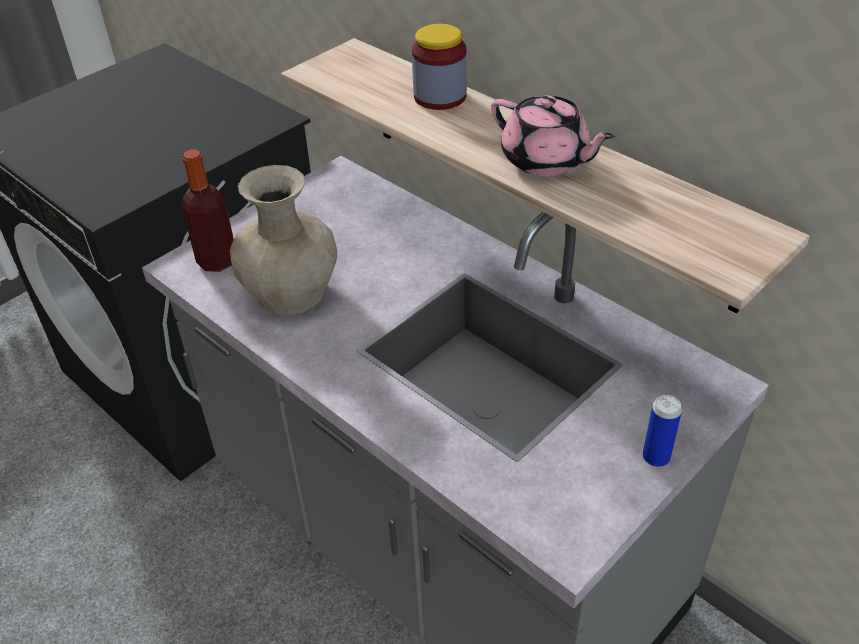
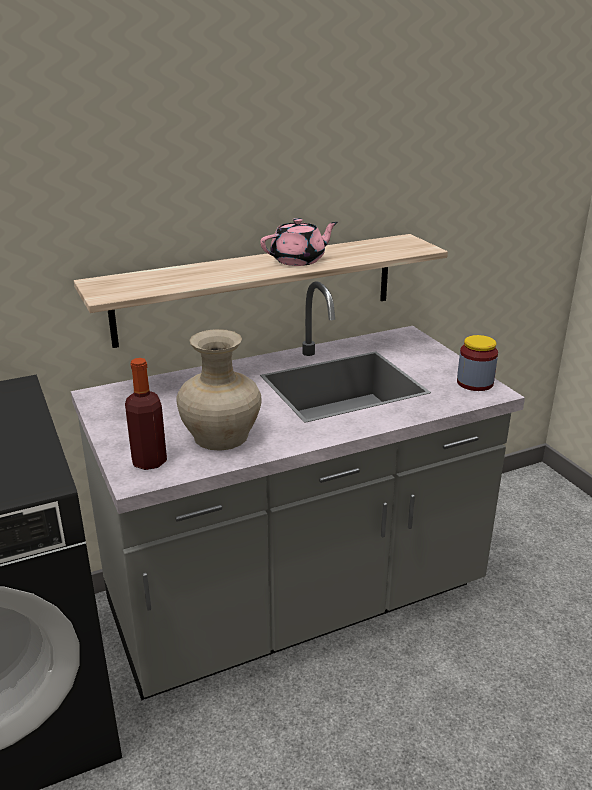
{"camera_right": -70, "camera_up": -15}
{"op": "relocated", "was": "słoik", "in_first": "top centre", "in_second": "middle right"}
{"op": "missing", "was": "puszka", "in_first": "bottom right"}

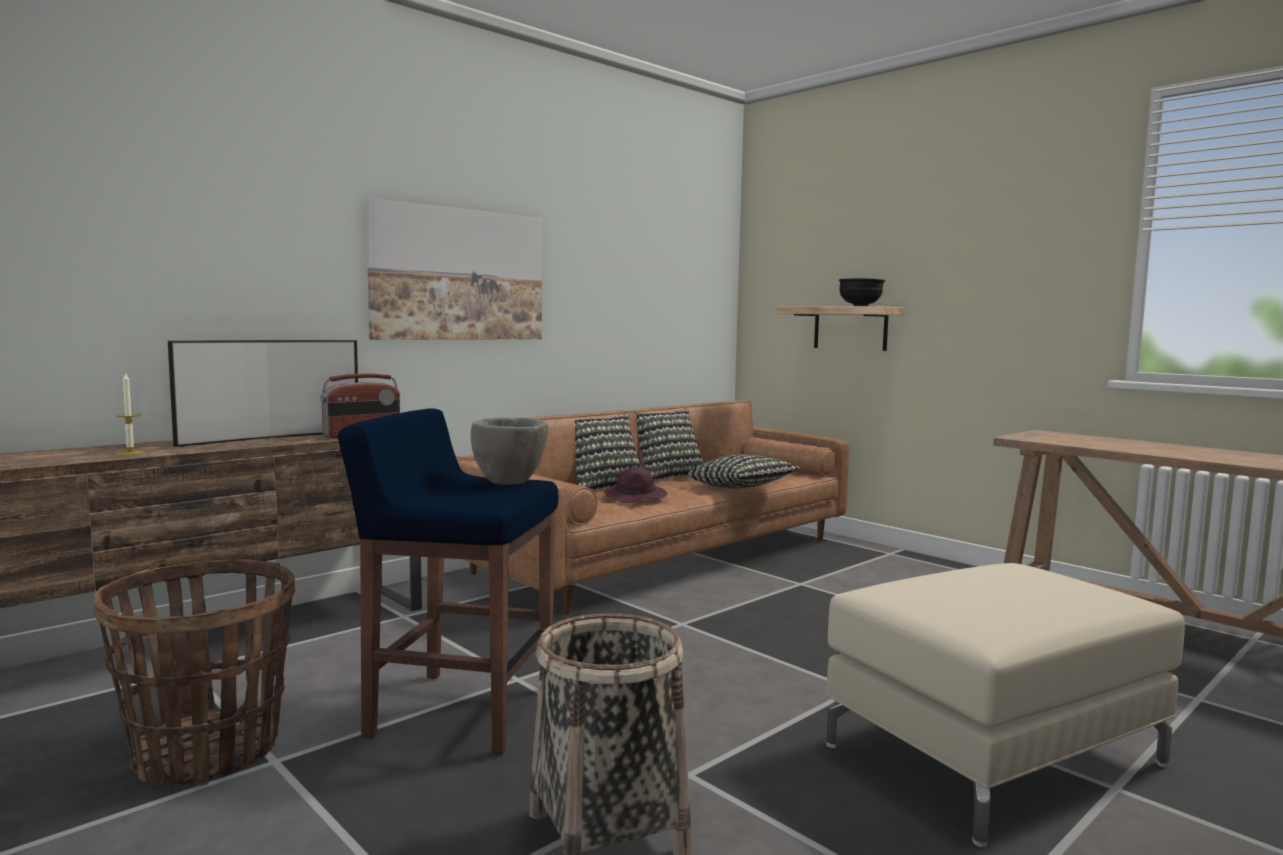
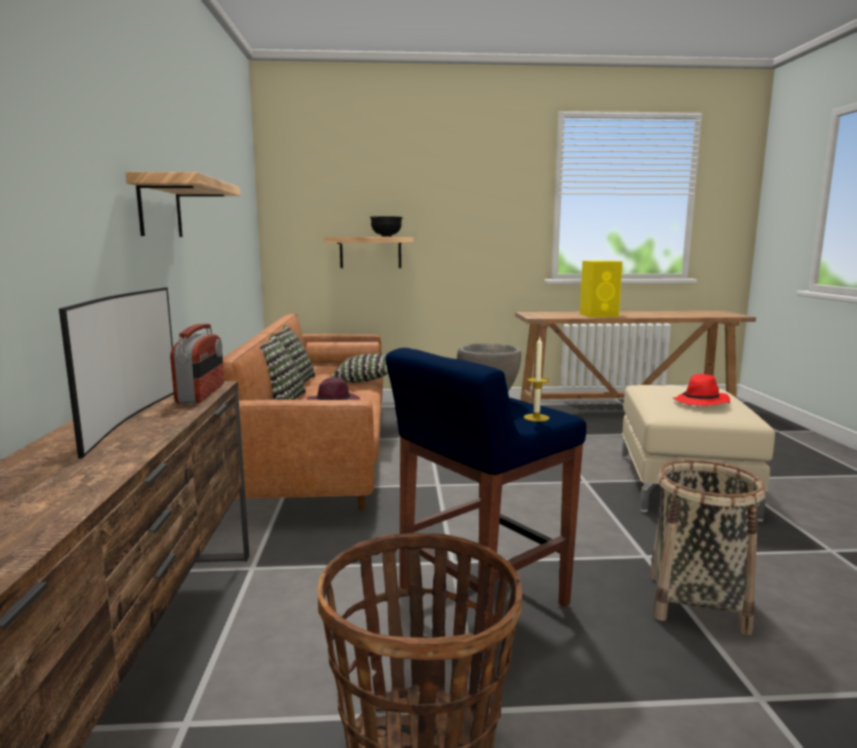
{"camera_right": -50, "camera_up": 5}
{"op": "exchanged", "was": "obraz", "now": "półka (no. 1 from left)", "in_first": "top centre", "in_second": "top left"}
{"op": "relocated", "was": "świeca", "in_first": "middle left", "in_second": "centre"}
{"op": "appeared", "now": "głośnik (żółty)", "in_second": "middle right"}
{"op": "appeared", "now": "kapelusz (czerwony)", "in_second": "middle right"}

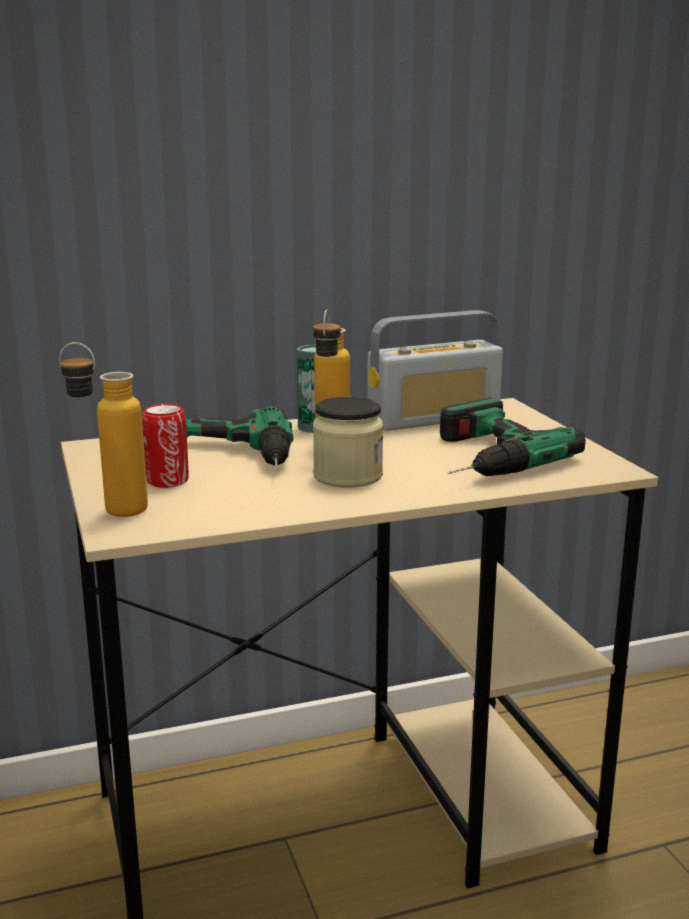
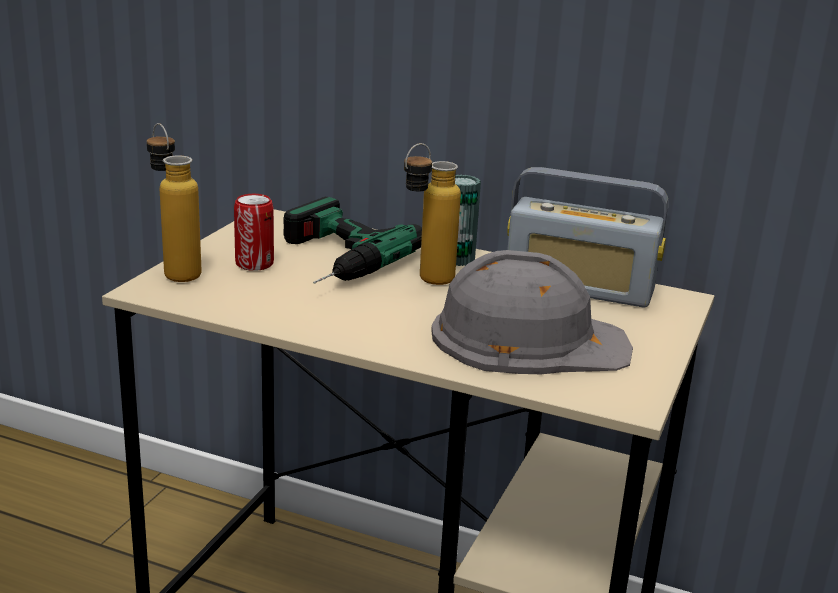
{"camera_right": 40, "camera_up": 5}
{"op": "missing", "was": "słoik", "in_first": "centre"}
{"op": "exchanged", "was": "wiertarka (no. 2 from left)", "now": "kask (szary)", "in_first": "middle right", "in_second": "centre"}

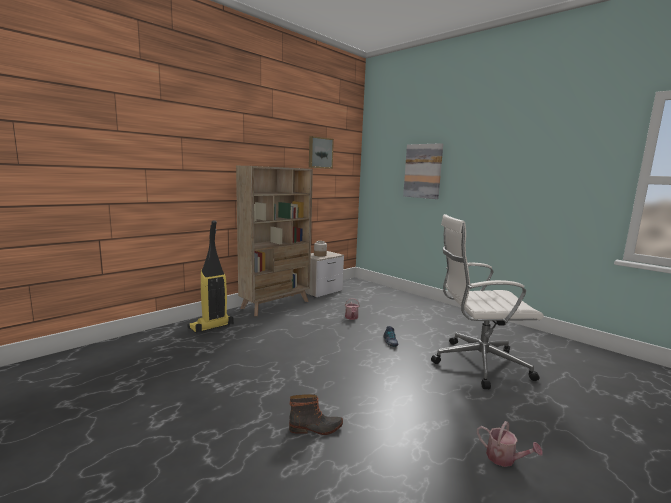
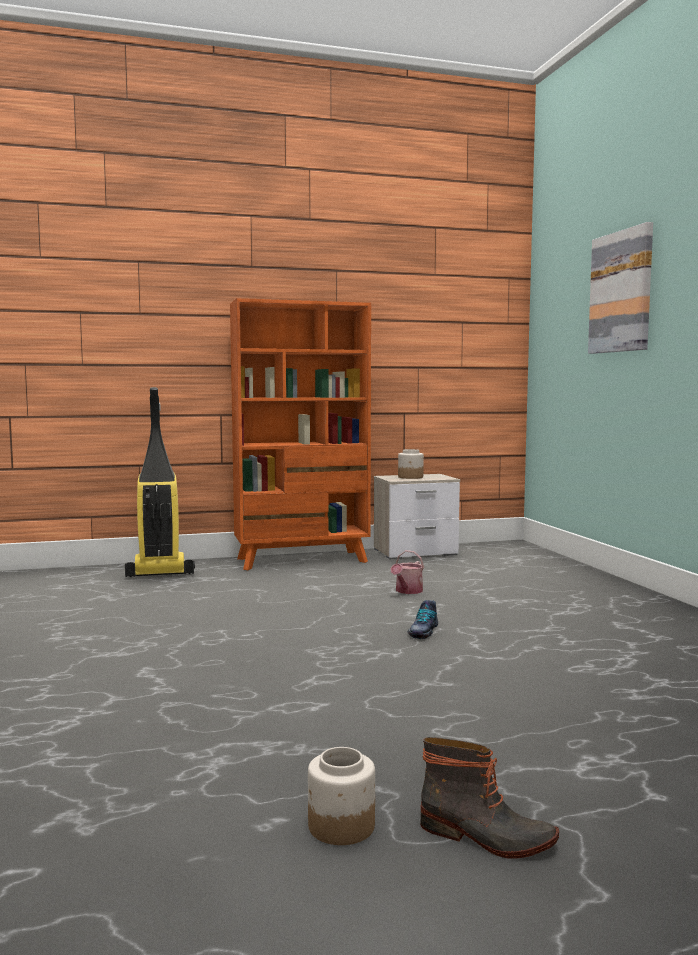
{"camera_right": 30, "camera_up": -5}
{"op": "missing", "was": "obraz (no. 1 from left)", "in_first": "top centre"}
{"op": "colour", "was": "regał (beżowy)", "now": "regał (pomarańczowy)", "in_first": "centre", "in_second": "centre"}
{"op": "missing", "was": "krzesło biurowe (biały)", "in_first": "middle right"}
{"op": "relocated", "was": "but z cholewką", "in_first": "bottom centre", "in_second": "bottom right"}
{"op": "exchanged", "was": "konewka (no. 2 from left)", "now": "słoik (no. 1 from left)", "in_first": "bottom right", "in_second": "bottom centre"}

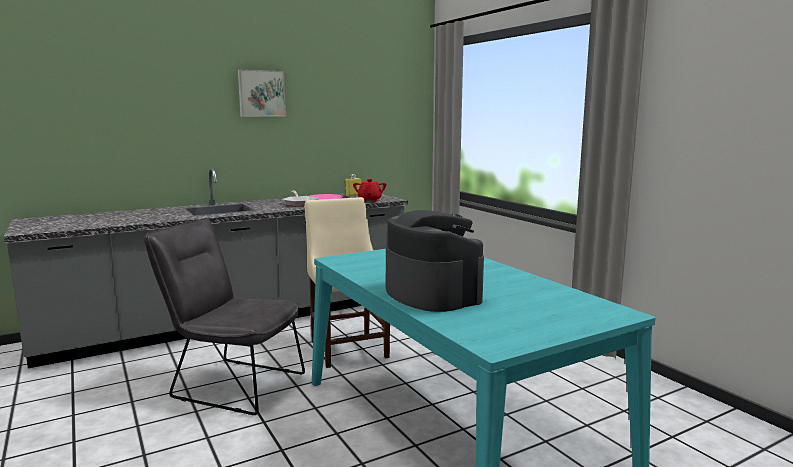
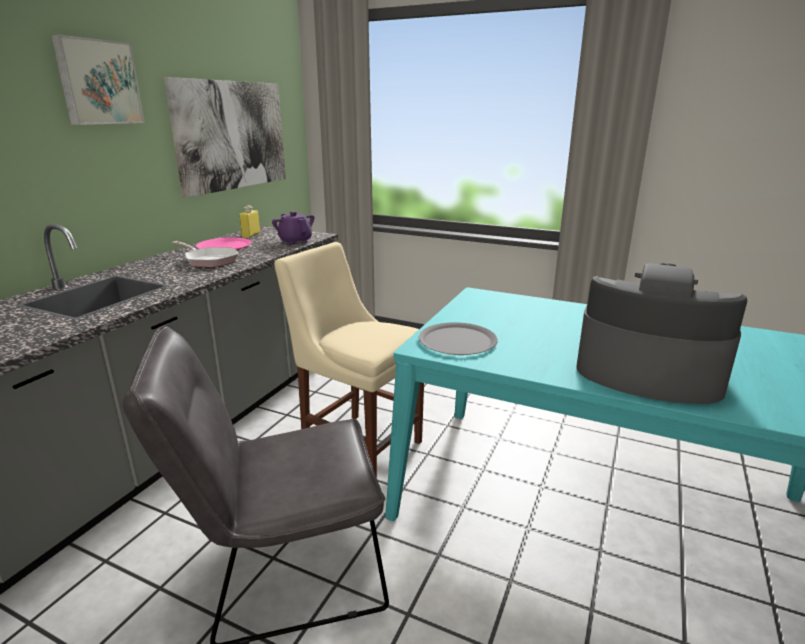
{"camera_right": -35, "camera_up": 10}
{"op": "colour", "was": "imbryk (czerwony)", "now": "imbryk (fioletowy)", "in_first": "centre", "in_second": "centre"}
{"op": "appeared", "now": "obraz (no. 2 from left)", "in_second": "top left"}
{"op": "appeared", "now": "talerz (szary)", "in_second": "centre"}

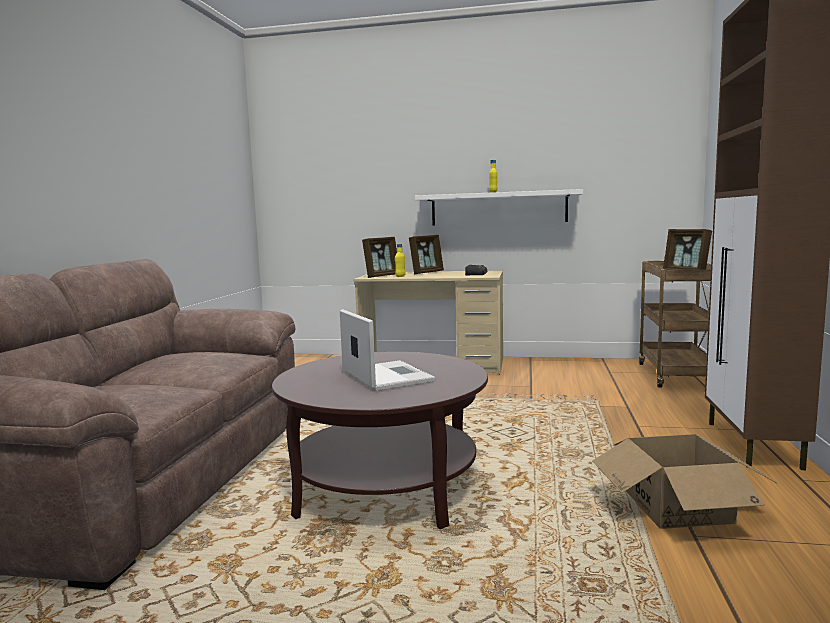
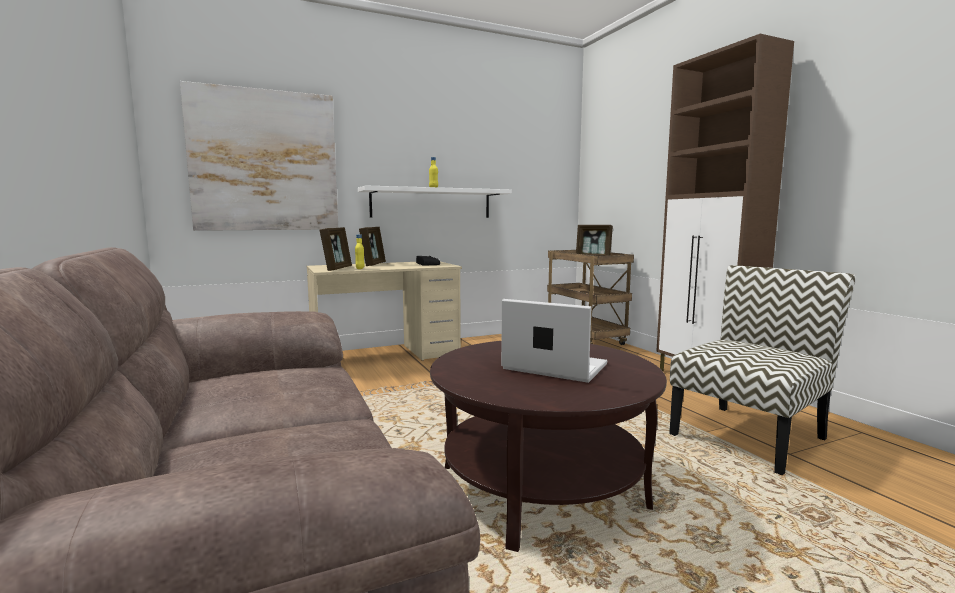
{"camera_right": -35, "camera_up": 0}
{"op": "exchanged", "was": "karton", "now": "krzesło", "in_first": "bottom right", "in_second": "middle right"}
{"op": "appeared", "now": "obraz", "in_second": "top left"}

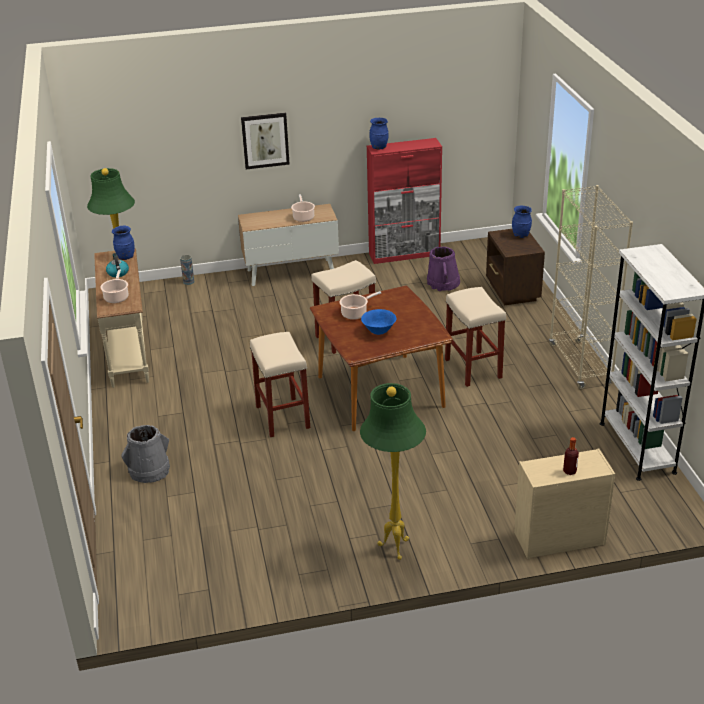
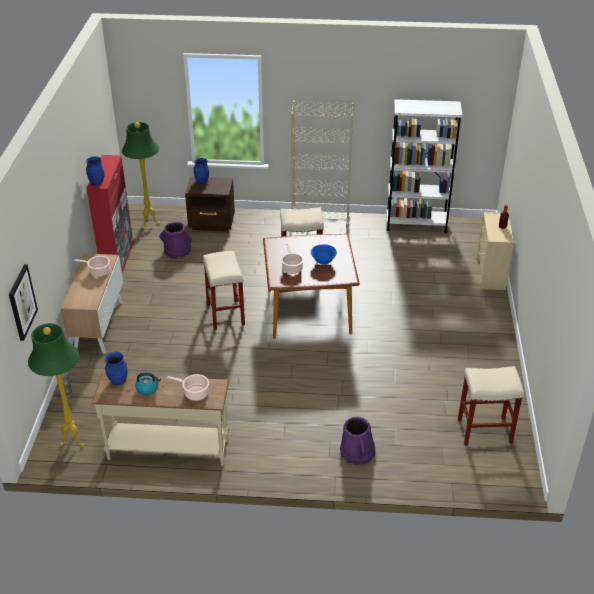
{"camera_right": -75, "camera_up": 5}
{"op": "relocated", "was": "obraz", "in_first": "top centre", "in_second": "middle left"}
{"op": "relocated", "was": "stołek (beżowy) (no. 1 from left in the first image)", "now": "stołek (beżowy) (no. 3 from left)", "in_first": "centre", "in_second": "bottom right"}
{"op": "relocated", "was": "lampa stojąca (zielony) (no. 2 from left)", "in_first": "bottom centre", "in_second": "top left"}
{"op": "colour", "was": "wiadro (szary)", "now": "wiadro (fioletowy) (no. 2 from left)", "in_first": "middle left", "in_second": "bottom centre"}

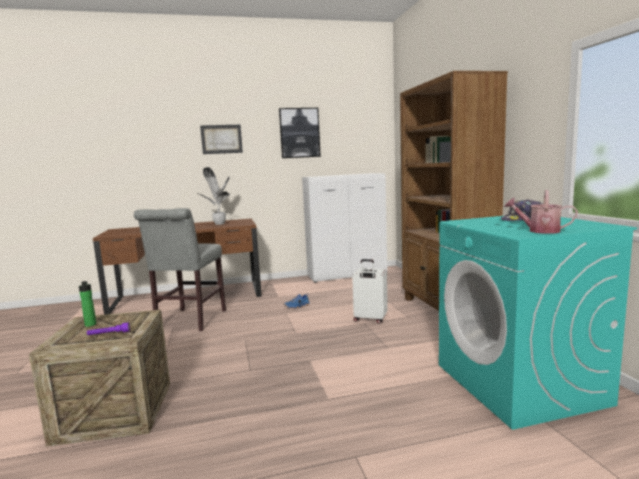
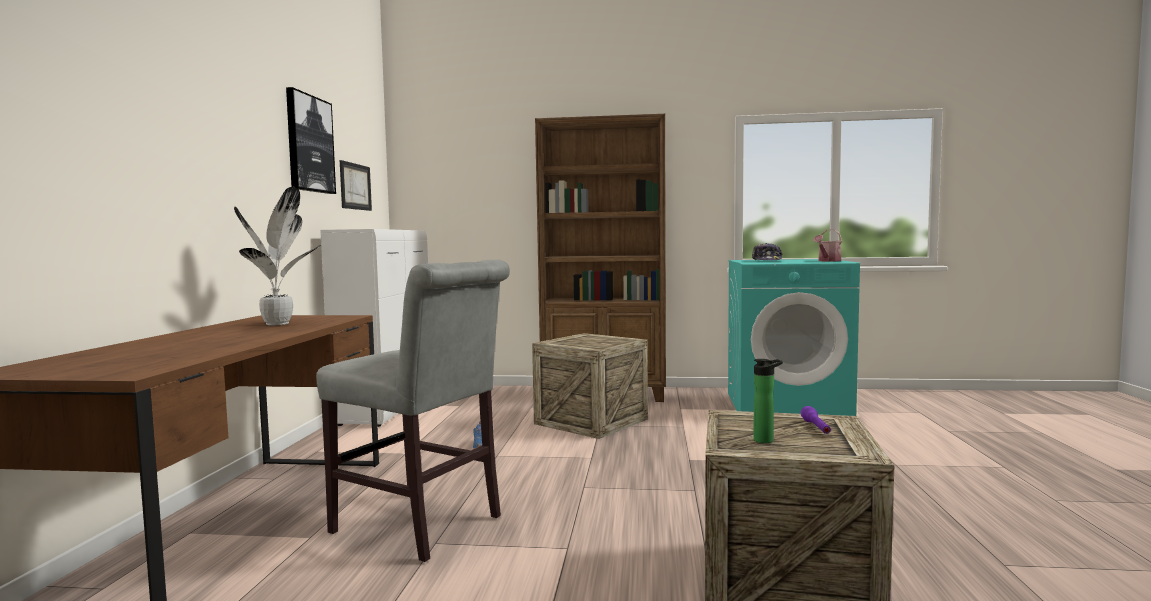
{"camera_right": -70, "camera_up": -5}
{"op": "relocated", "was": "obraz (no. 1 from left in the first image)", "now": "obraz (no. 2 from left)", "in_first": "top centre", "in_second": "top left"}
{"op": "exchanged", "was": "walizka (biały)", "now": "skrzynka (no. 1 from left)", "in_first": "centre", "in_second": "centre"}

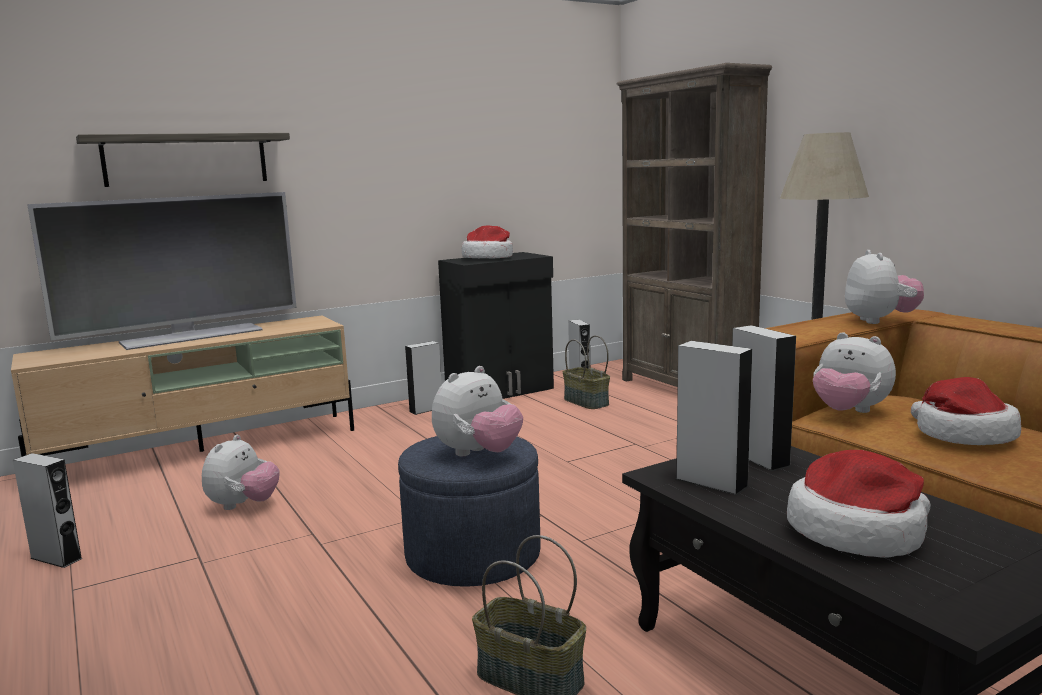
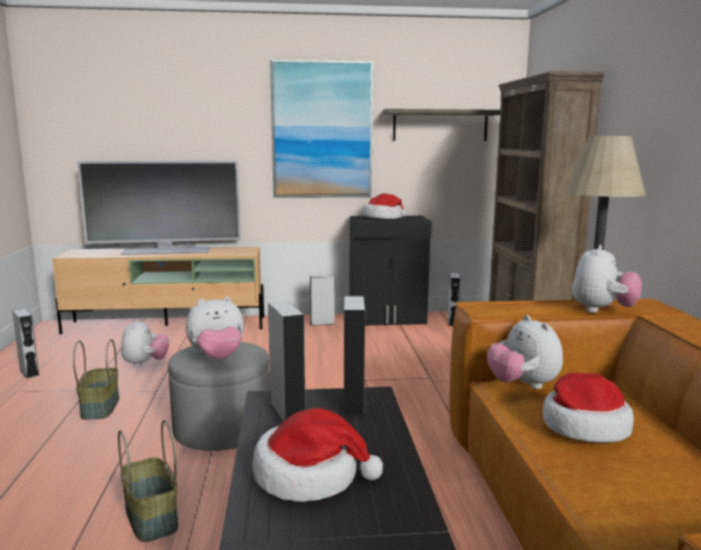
{"camera_right": 25, "camera_up": 0}
{"op": "relocated", "was": "półka", "in_first": "top left", "in_second": "top centre"}
{"op": "relocated", "was": "koszyk (no. 2 from left in the first image)", "now": "koszyk (no. 1 from left)", "in_first": "centre", "in_second": "bottom left"}
{"op": "spun", "was": "pluszak (no. 1 from left)", "in_first": "bottom left", "in_second": "middle left", "clockwise": -45}
{"op": "colour", "was": "pufa (niebieski)", "now": "pufa (szary)", "in_first": "bottom centre", "in_second": "bottom left"}
{"op": "appeared", "now": "obraz", "in_second": "top centre"}

